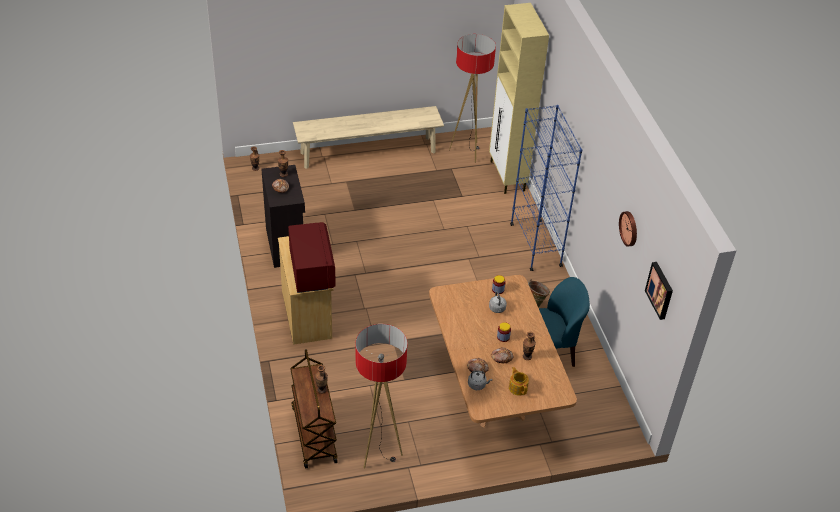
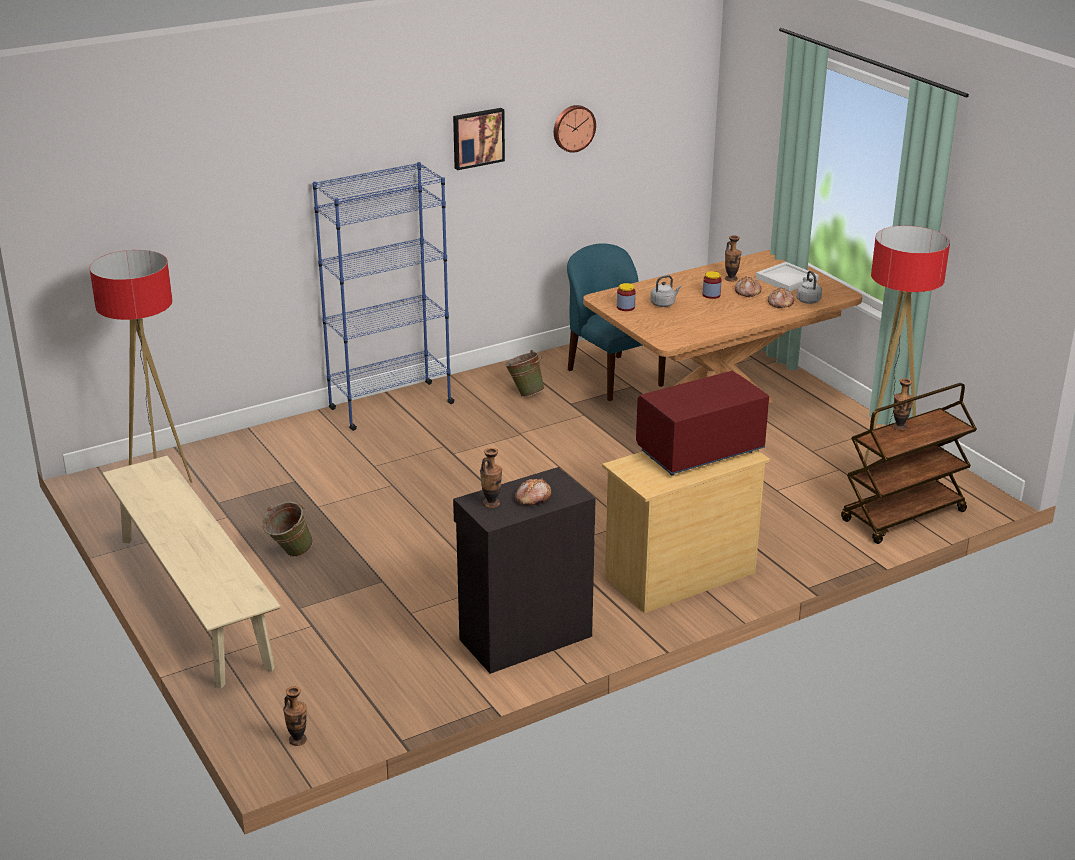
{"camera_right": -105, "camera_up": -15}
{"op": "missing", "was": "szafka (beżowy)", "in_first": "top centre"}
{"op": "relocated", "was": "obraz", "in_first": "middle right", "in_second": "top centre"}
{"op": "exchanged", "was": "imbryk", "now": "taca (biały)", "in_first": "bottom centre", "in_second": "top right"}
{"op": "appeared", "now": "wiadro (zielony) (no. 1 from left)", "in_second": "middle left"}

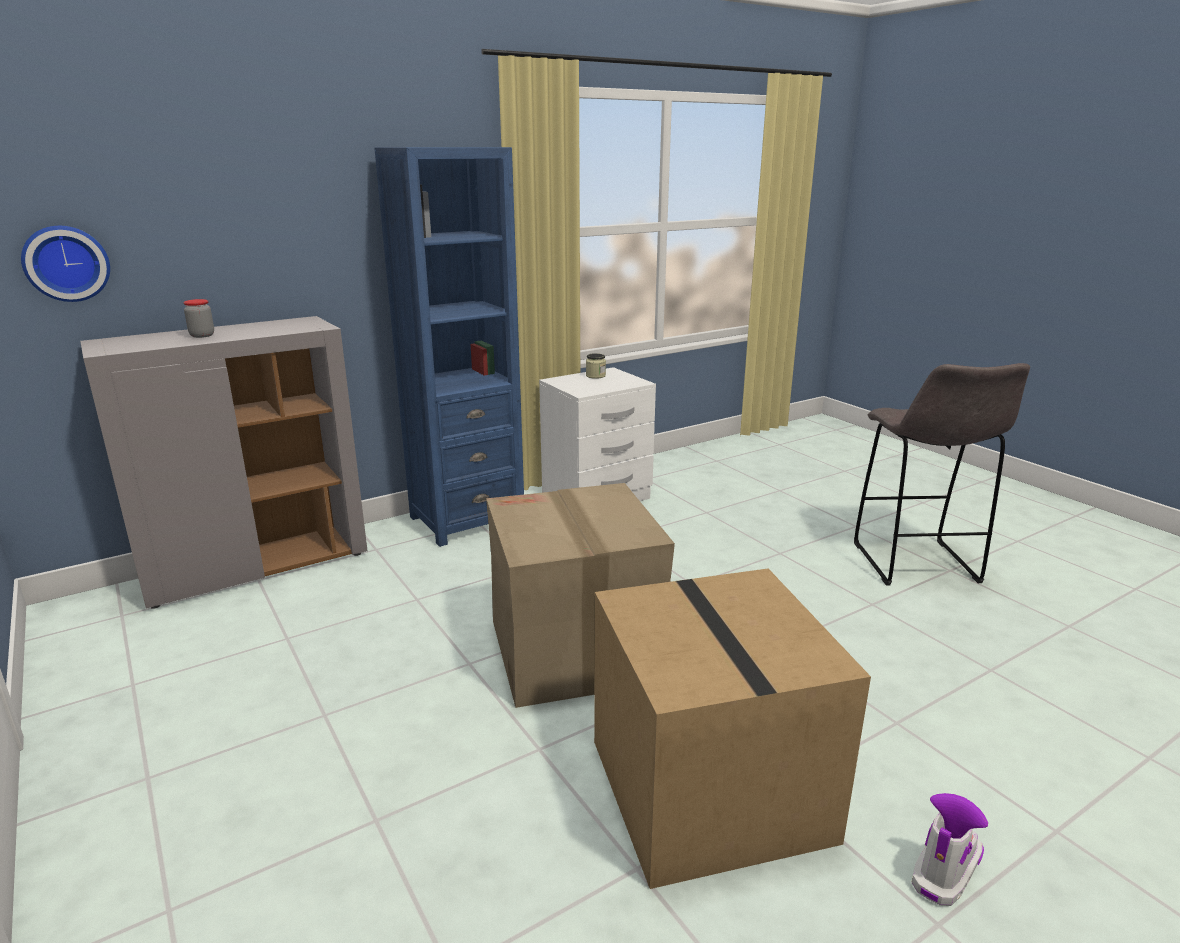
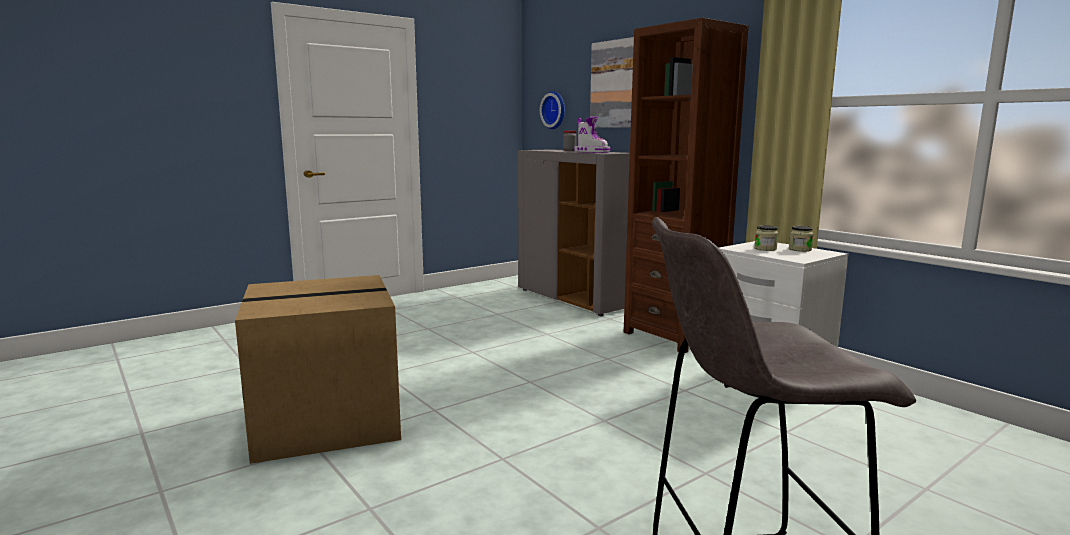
{"camera_right": 85, "camera_up": -10}
{"op": "colour", "was": "regał (niebieski)", "now": "regał (brązowy)", "in_first": "centre", "in_second": "centre"}
{"op": "missing", "was": "karton (no. 1 from left)", "in_first": "centre"}
{"op": "relocated", "was": "but z cholewką", "in_first": "bottom right", "in_second": "top centre"}
{"op": "appeared", "now": "obraz", "in_second": "top centre"}
{"op": "appeared", "now": "słoik (no. 2 from left)", "in_second": "middle right"}

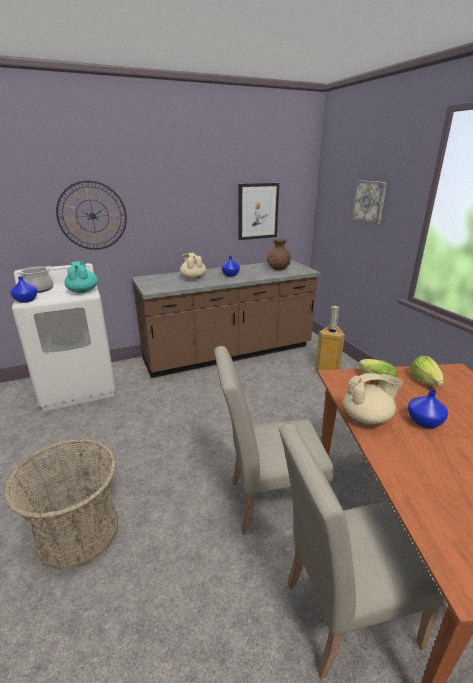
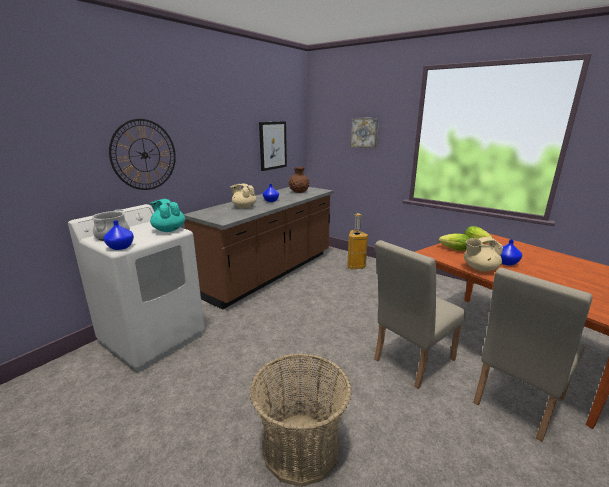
{"camera_right": -30, "camera_up": -5}
{"op": "spun", "was": "imbryk (beżowy) (no. 2 from left)", "in_first": "middle right", "in_second": "middle right", "clockwise": -150}

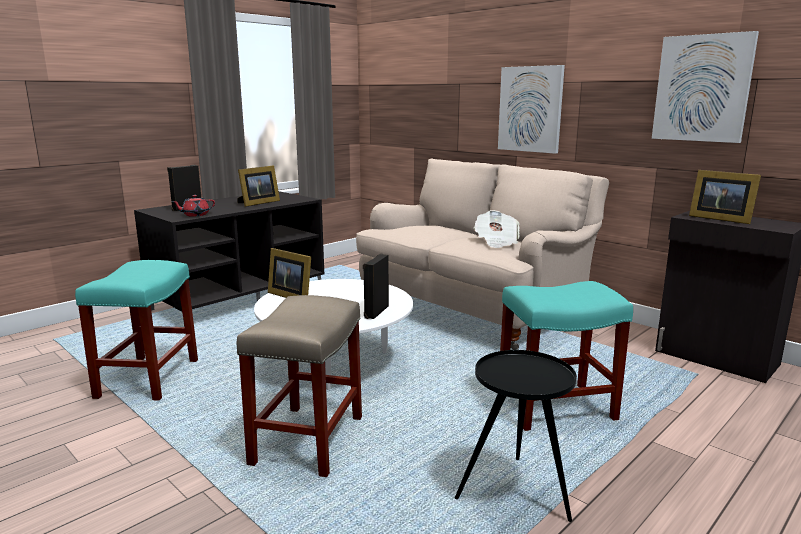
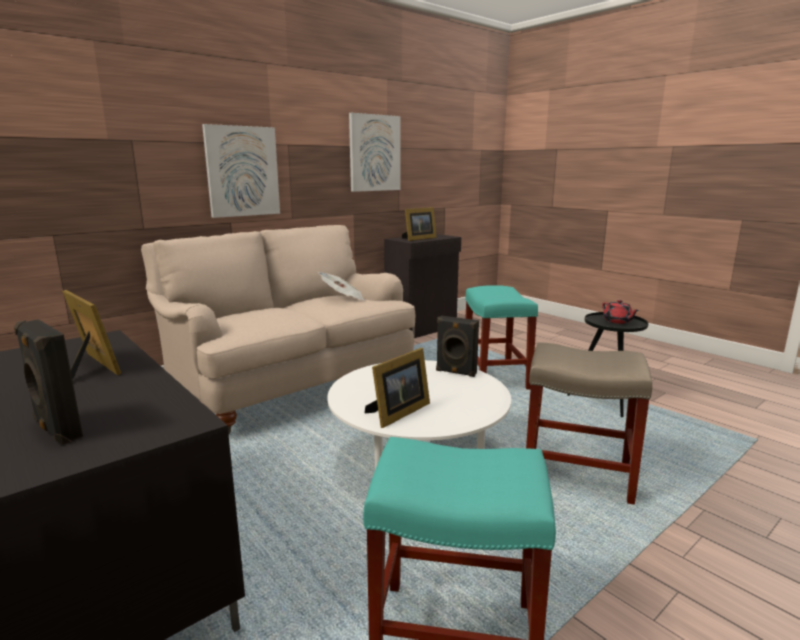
{"camera_right": -85, "camera_up": 0}
{"op": "relocated", "was": "imbryk (czerwony)", "in_first": "middle left", "in_second": "middle right"}

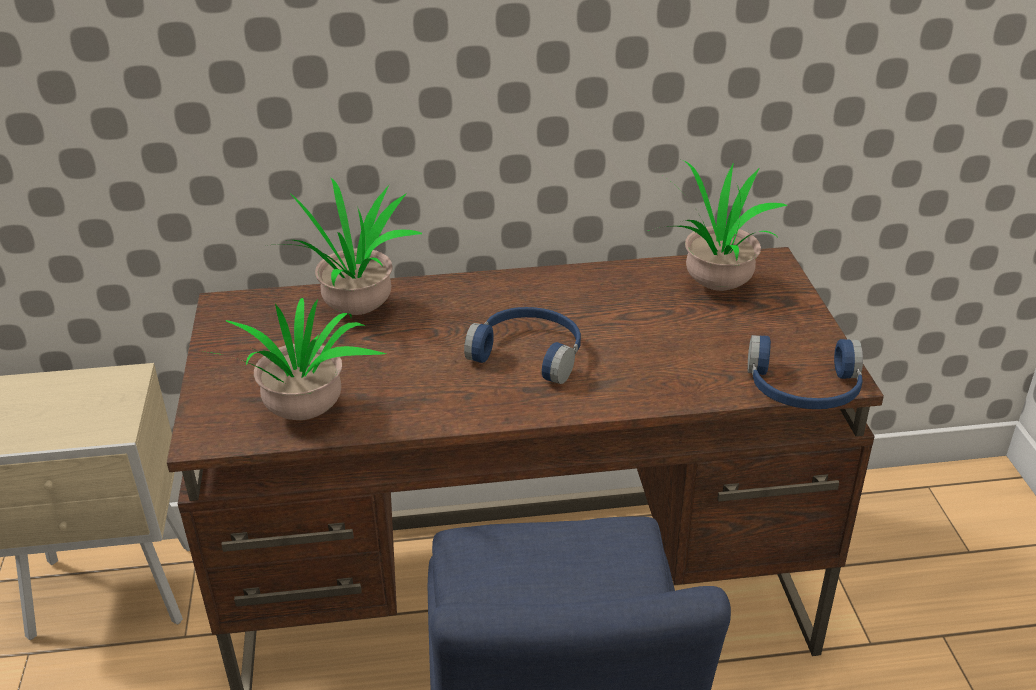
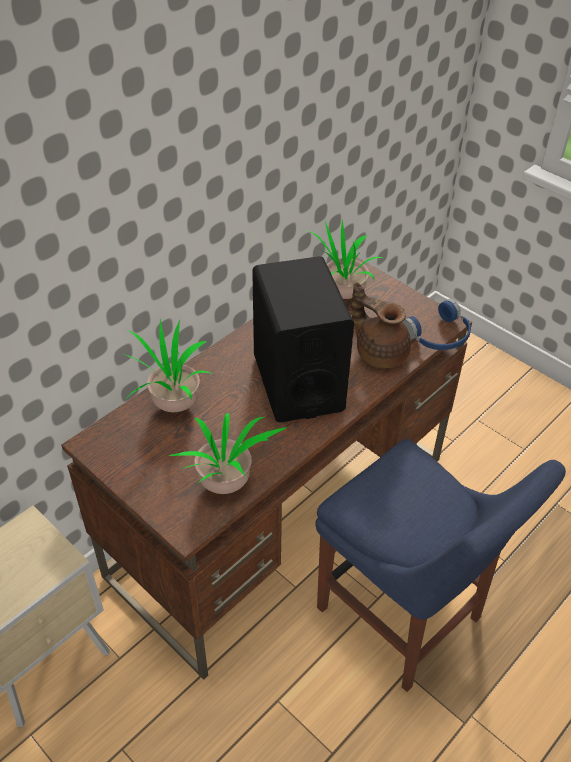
{"camera_right": -40, "camera_up": 10}
{"op": "exchanged", "was": "słuchawki (niebieski) (no. 1 from left)", "now": "głośnik (czarny)", "in_first": "centre", "in_second": "centre"}
{"op": "appeared", "now": "imbryk (brązowy)", "in_second": "middle right"}

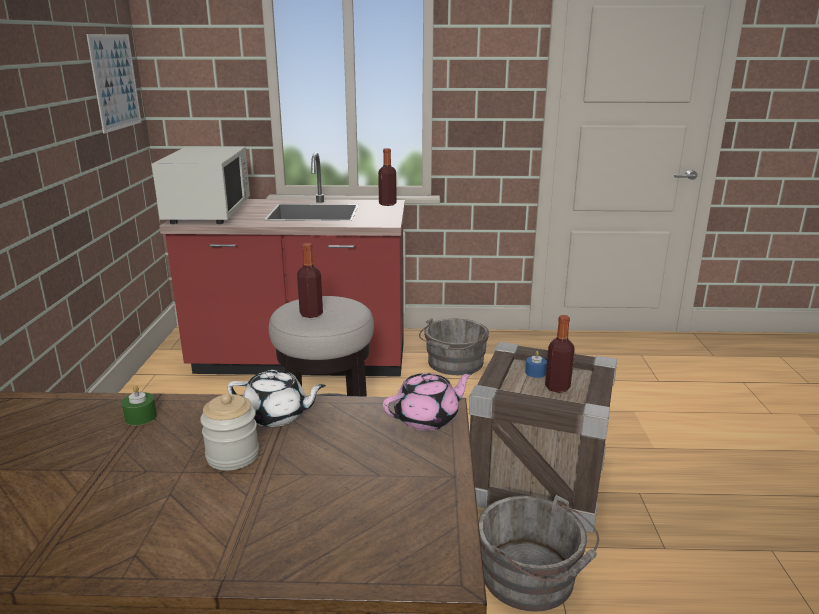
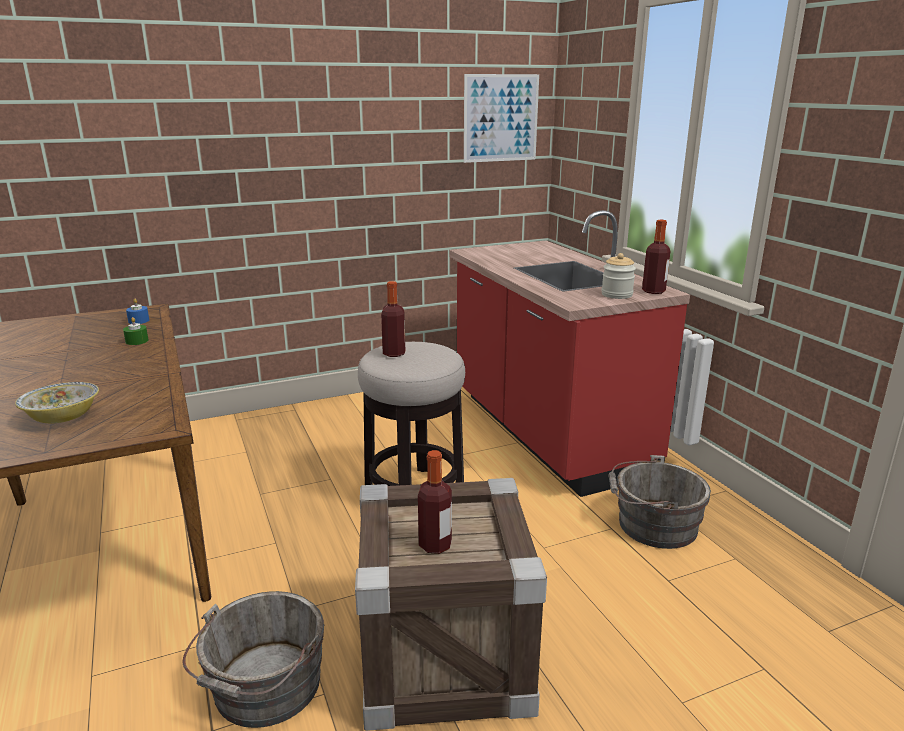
{"camera_right": 65, "camera_up": 0}
{"op": "missing", "was": "mikrofalówka (biały)", "in_first": "top left"}
{"op": "relocated", "was": "świeca (niebieski)", "in_first": "centre", "in_second": "middle left"}
{"op": "missing", "was": "imbryk (biały)", "in_first": "centre"}
{"op": "missing", "was": "imbryk (różowy)", "in_first": "centre"}
{"op": "relocated", "was": "słoik", "in_first": "bottom left", "in_second": "middle right"}
{"op": "appeared", "now": "miska", "in_second": "middle left"}

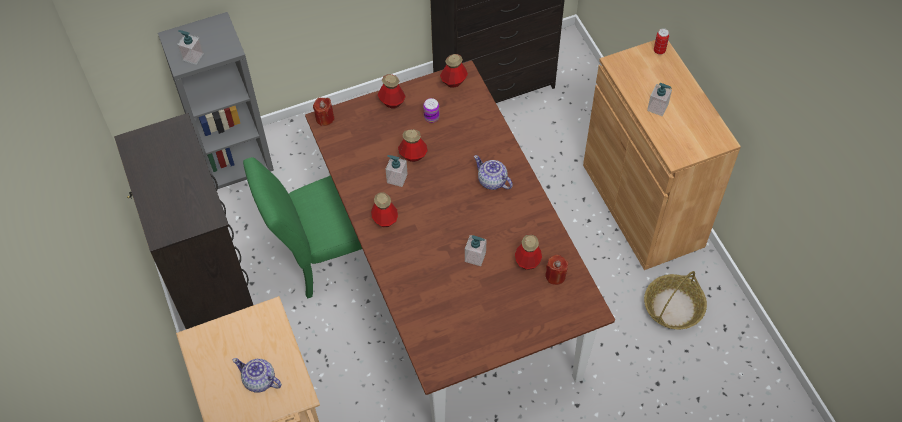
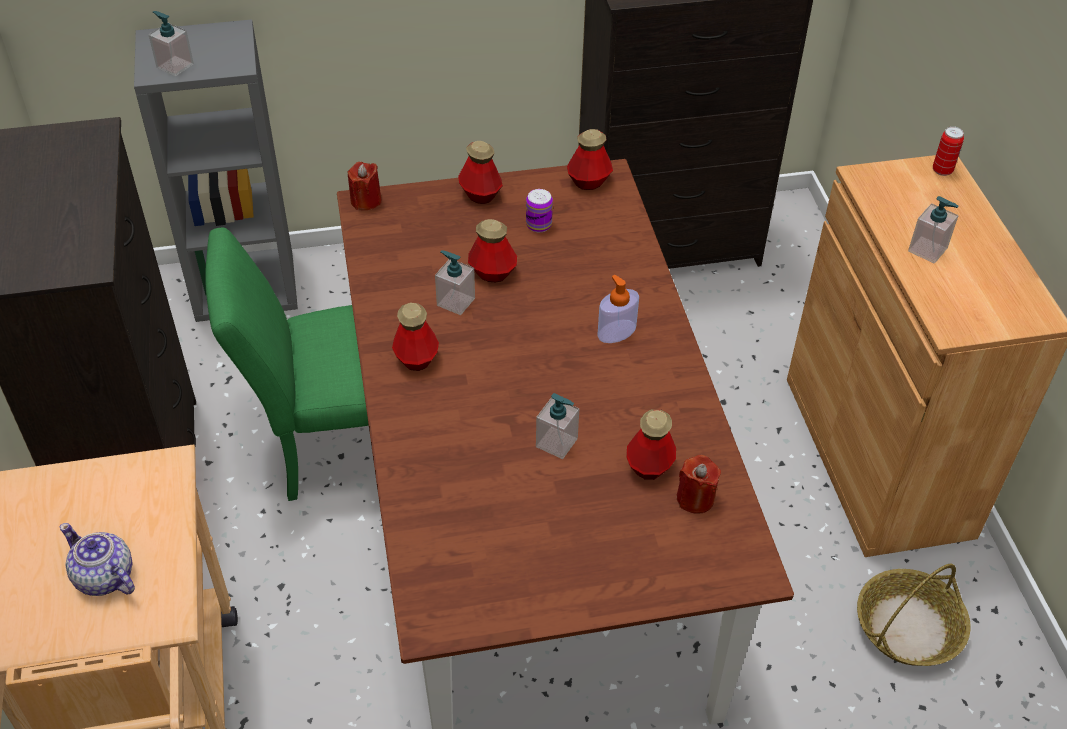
{"camera_right": 10, "camera_up": -10}
{"op": "exchanged", "was": "imbryk (no. 2 from left)", "now": "dozownik mydła (no. 4 from left)", "in_first": "centre", "in_second": "centre"}

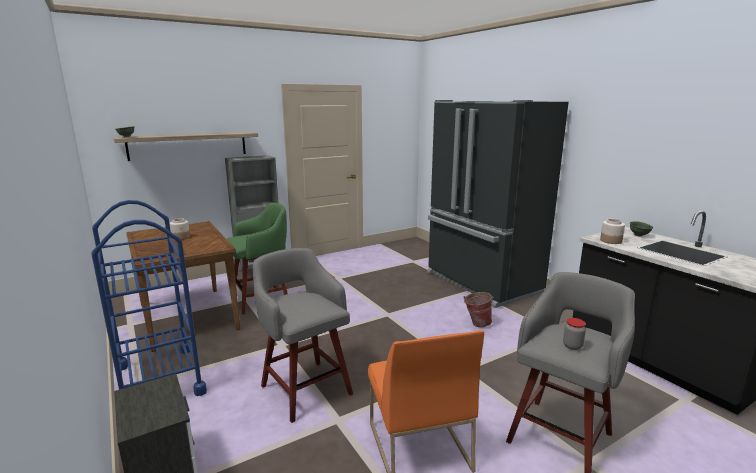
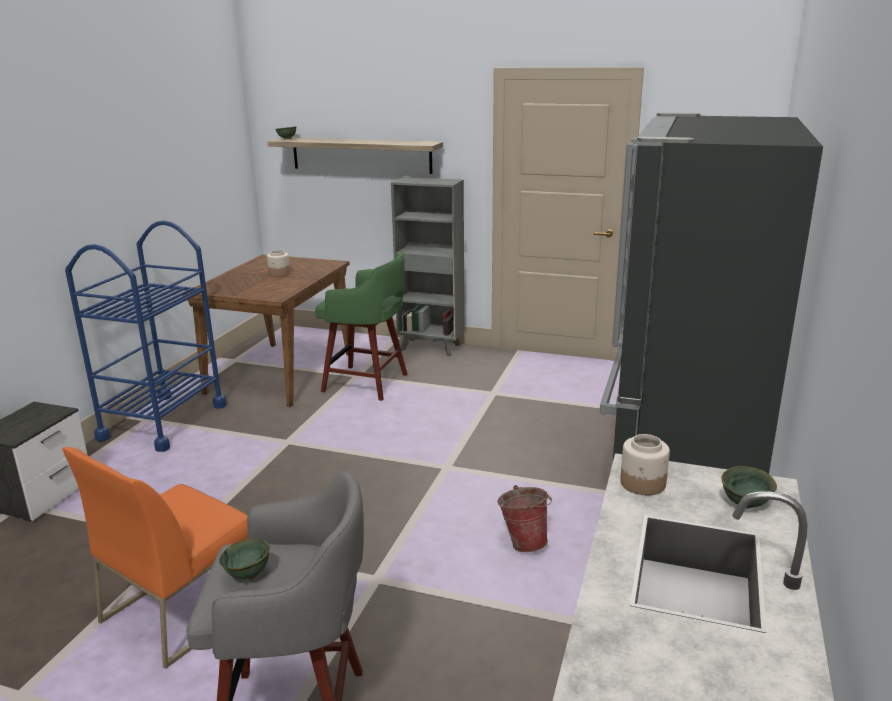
{"camera_right": 50, "camera_up": 5}
{"op": "missing", "was": "stołek (szary) (no. 1 from left)", "in_first": "bottom centre"}
{"op": "exchanged", "was": "słoik (no. 2 from left)", "now": "miska (zielony) (no. 1 from left)", "in_first": "bottom right", "in_second": "bottom left"}

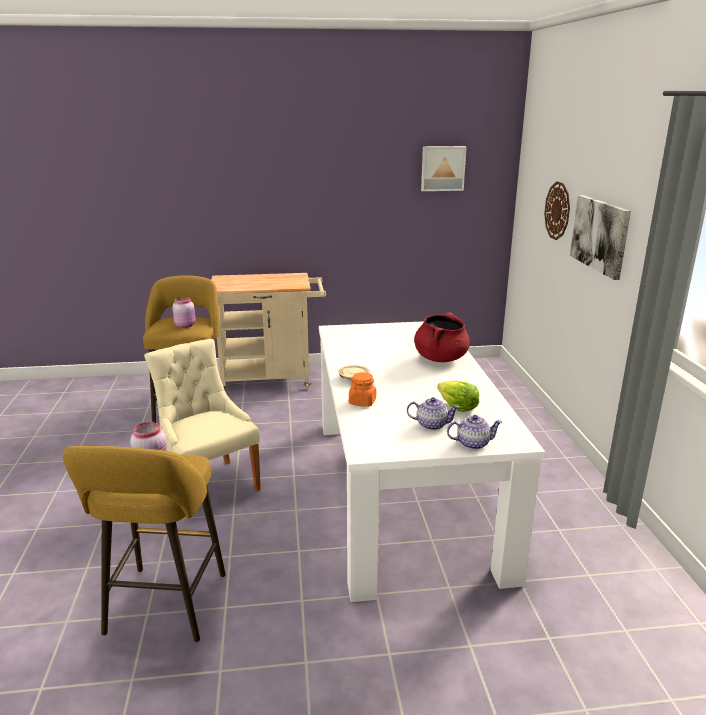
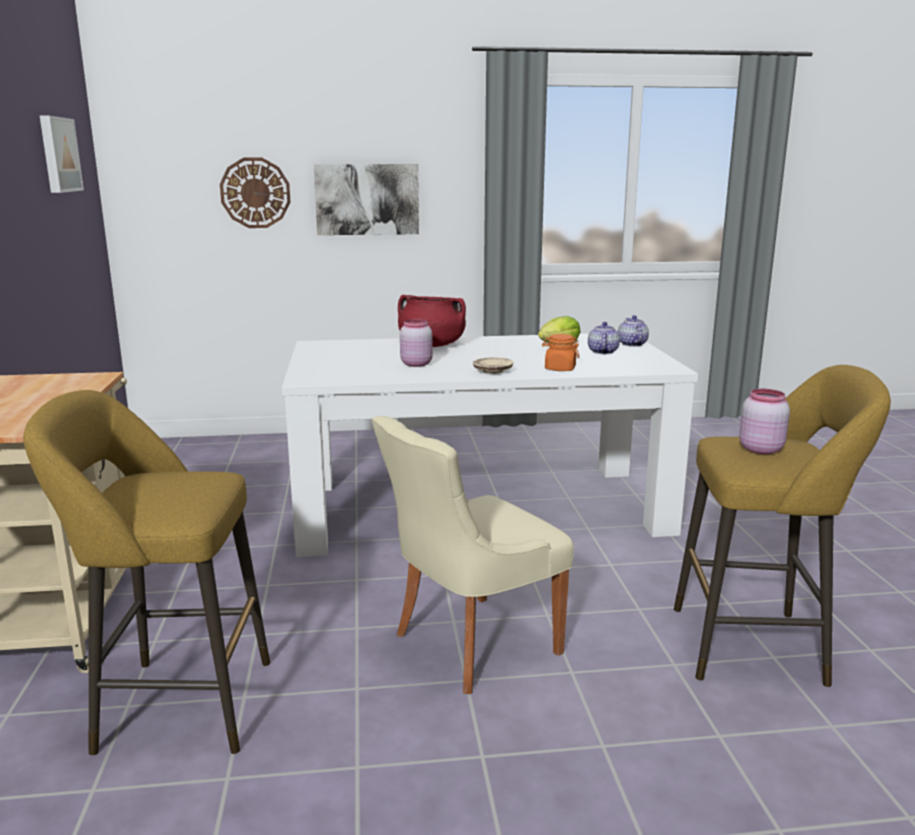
{"camera_right": -90, "camera_up": -5}
{"op": "relocated", "was": "słoik (różowy) (no. 2 from left in the first image)", "now": "słoik (różowy) (no. 1 from left)", "in_first": "middle left", "in_second": "centre"}

